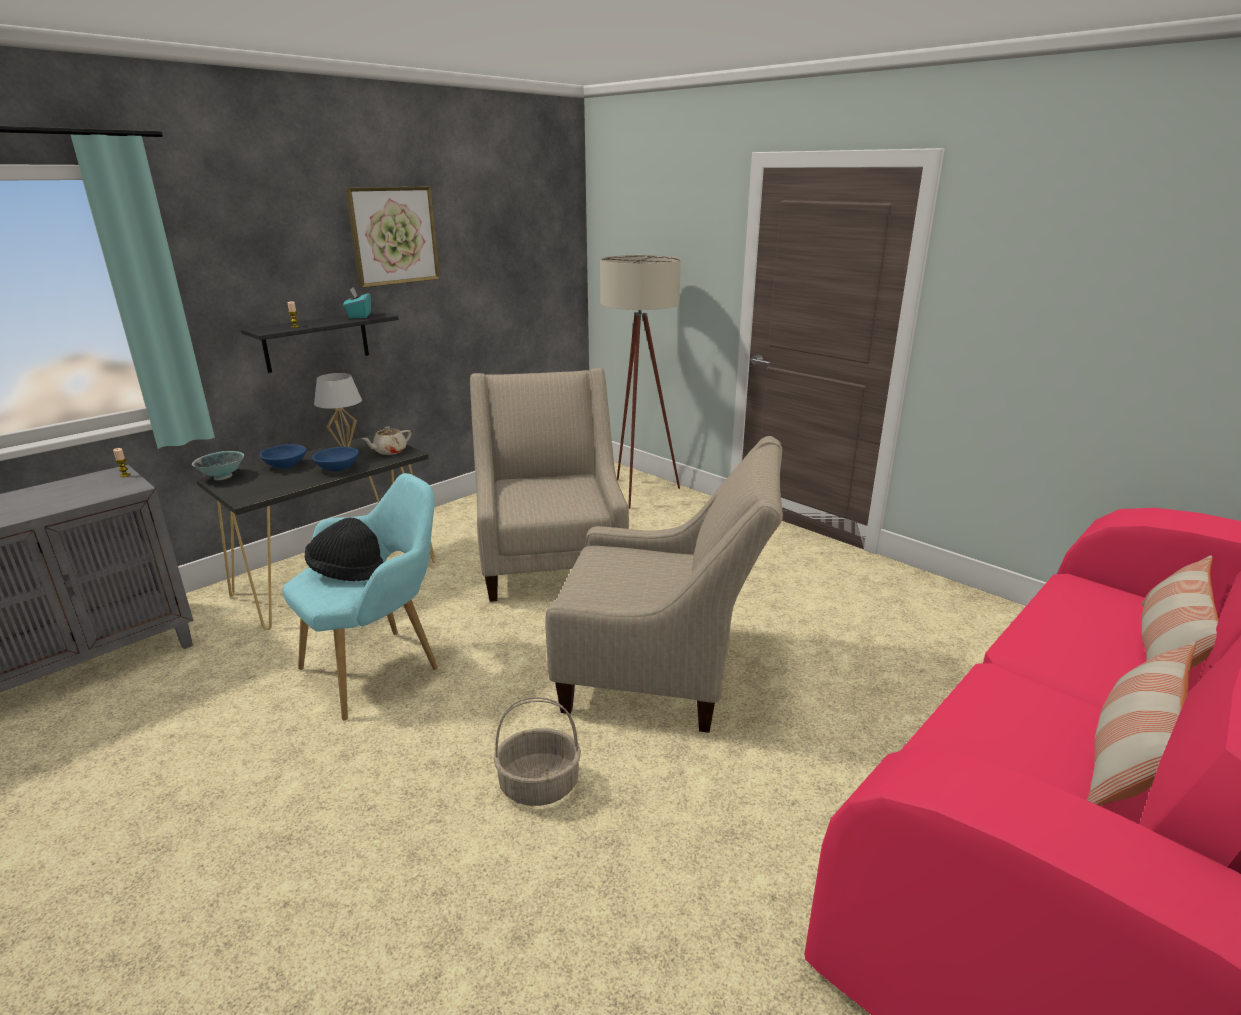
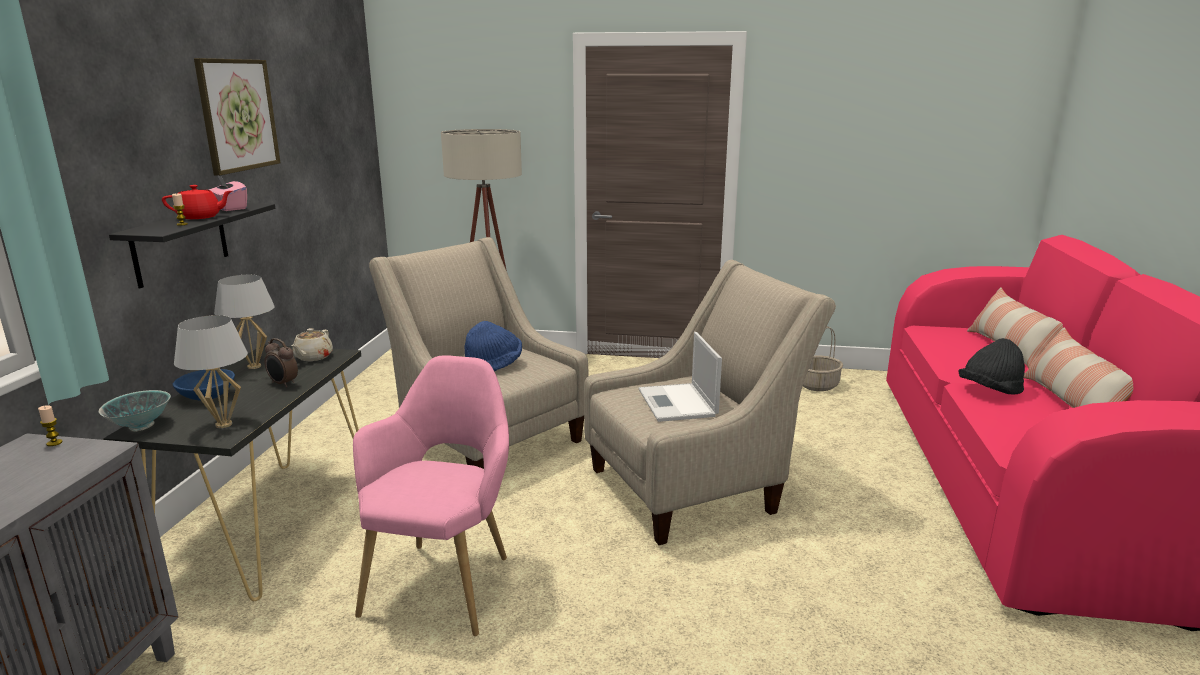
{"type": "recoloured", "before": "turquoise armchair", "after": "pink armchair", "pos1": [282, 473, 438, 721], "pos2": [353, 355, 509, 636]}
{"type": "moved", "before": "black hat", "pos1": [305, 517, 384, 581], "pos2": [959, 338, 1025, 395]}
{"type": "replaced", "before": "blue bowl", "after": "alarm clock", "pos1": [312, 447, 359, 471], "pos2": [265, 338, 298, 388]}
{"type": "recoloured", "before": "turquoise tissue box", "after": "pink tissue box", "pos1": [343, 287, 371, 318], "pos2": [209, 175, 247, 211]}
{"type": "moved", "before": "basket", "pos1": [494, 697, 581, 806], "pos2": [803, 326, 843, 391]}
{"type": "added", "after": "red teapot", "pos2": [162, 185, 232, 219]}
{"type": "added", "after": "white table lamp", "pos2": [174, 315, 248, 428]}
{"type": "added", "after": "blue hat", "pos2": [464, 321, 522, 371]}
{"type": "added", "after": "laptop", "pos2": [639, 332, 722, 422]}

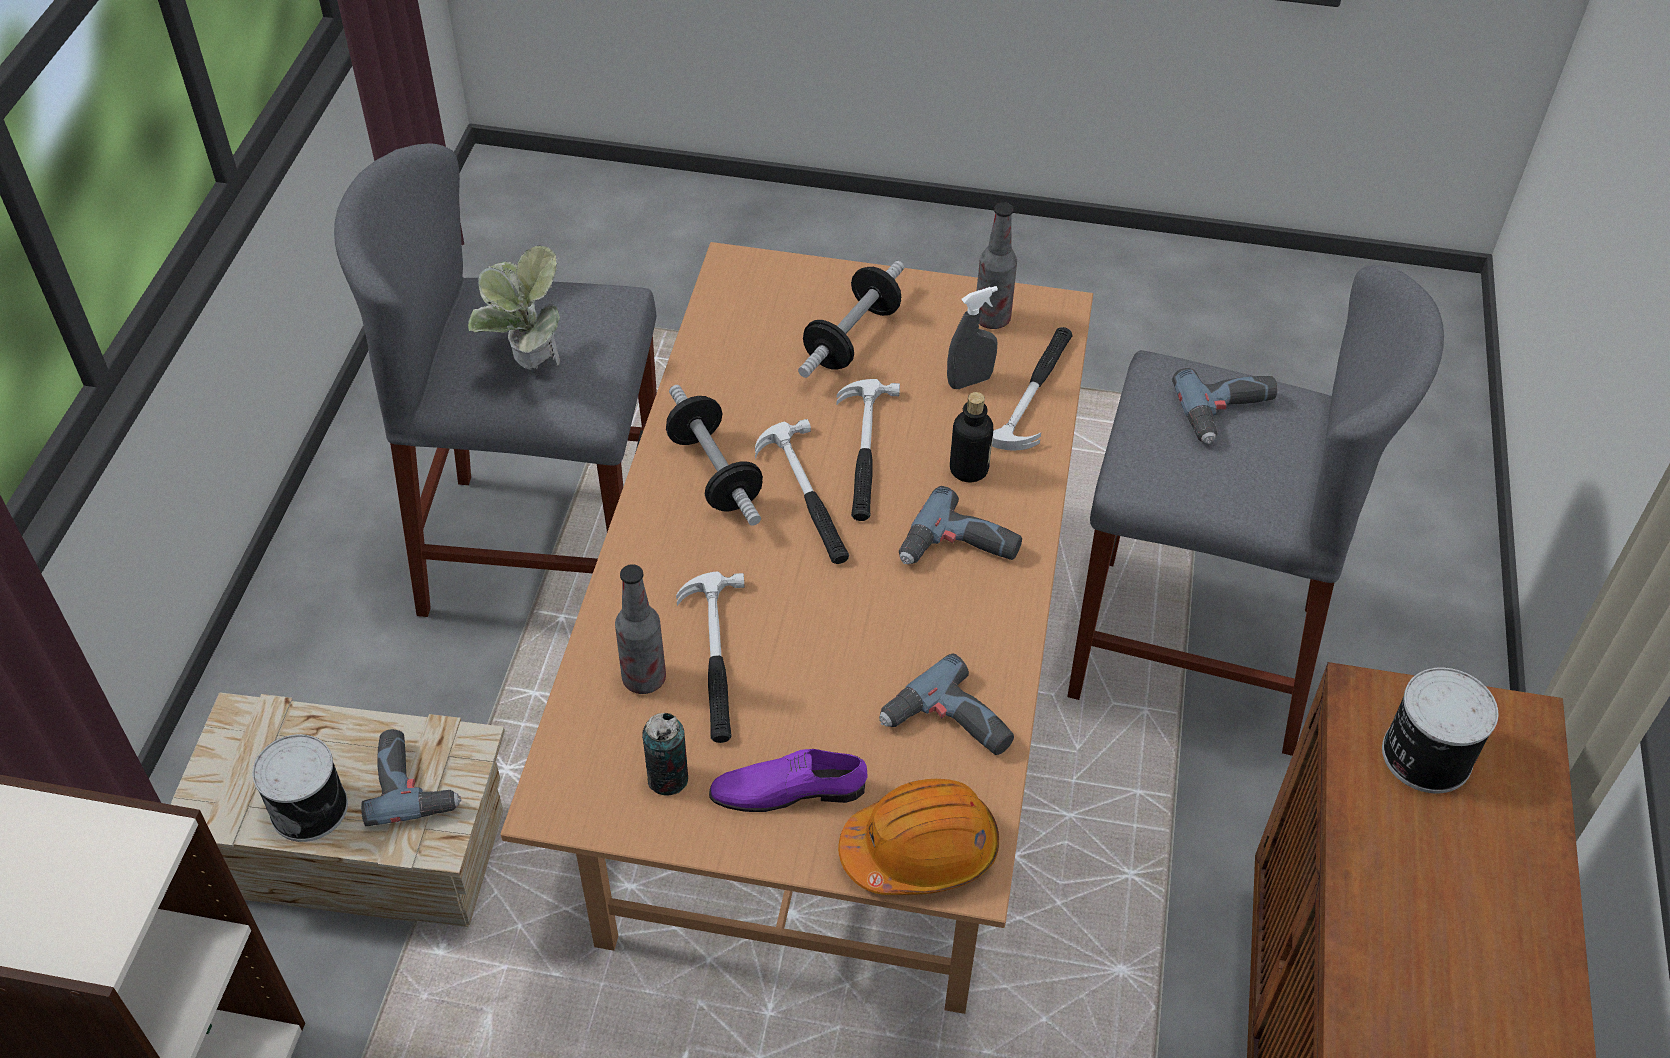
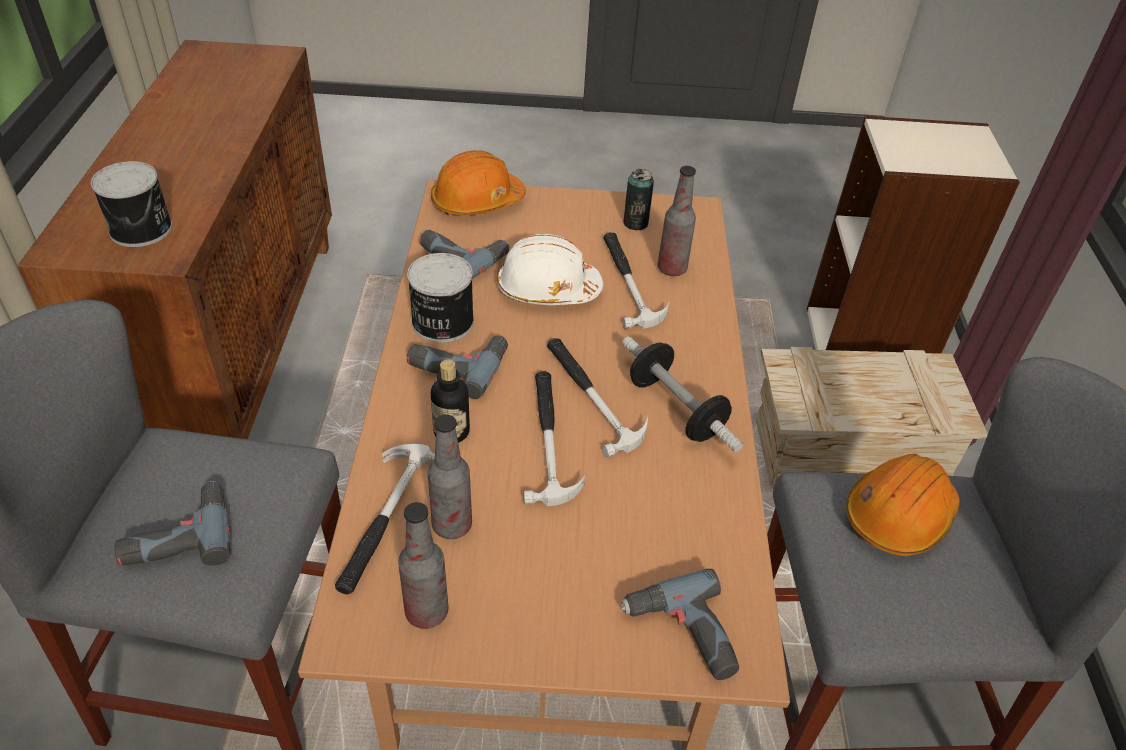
{"type": "moved", "before": "can", "pos1": [252, 734, 348, 842], "pos2": [407, 253, 474, 343]}
{"type": "moved", "before": "power drill", "pos1": [361, 729, 461, 826], "pos2": [620, 569, 739, 680]}
{"type": "replaced", "before": "potted plant", "after": "orange hard hat", "pos1": [468, 246, 560, 370], "pos2": [846, 454, 959, 556]}
{"type": "removed", "before": "purple shoe", "pos1": [709, 749, 868, 812]}
{"type": "removed", "before": "dumbbell", "pos1": [798, 261, 904, 378]}
{"type": "replaced", "before": "grey spray bottle", "after": "bottle", "pos1": [947, 286, 998, 389], "pos2": [428, 414, 472, 539]}
{"type": "added", "after": "white hard hat", "pos2": [497, 234, 603, 305]}

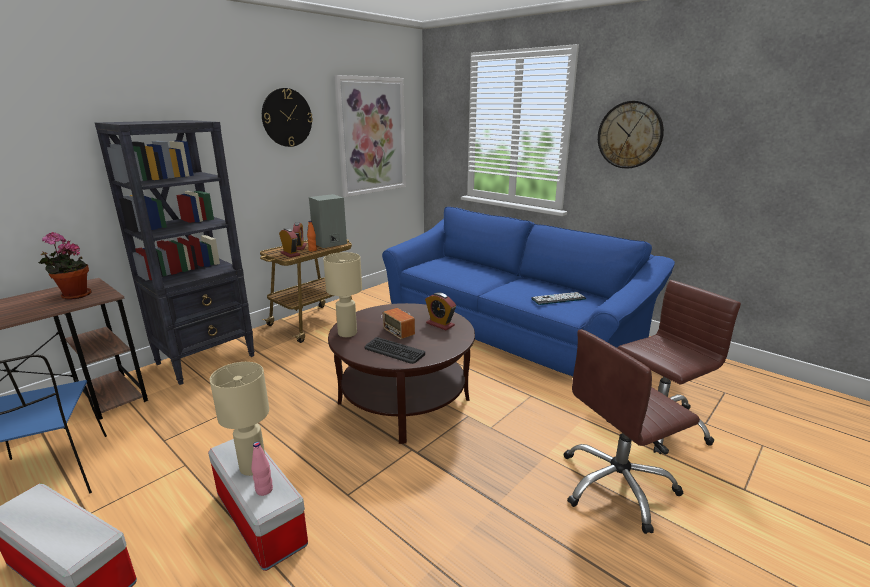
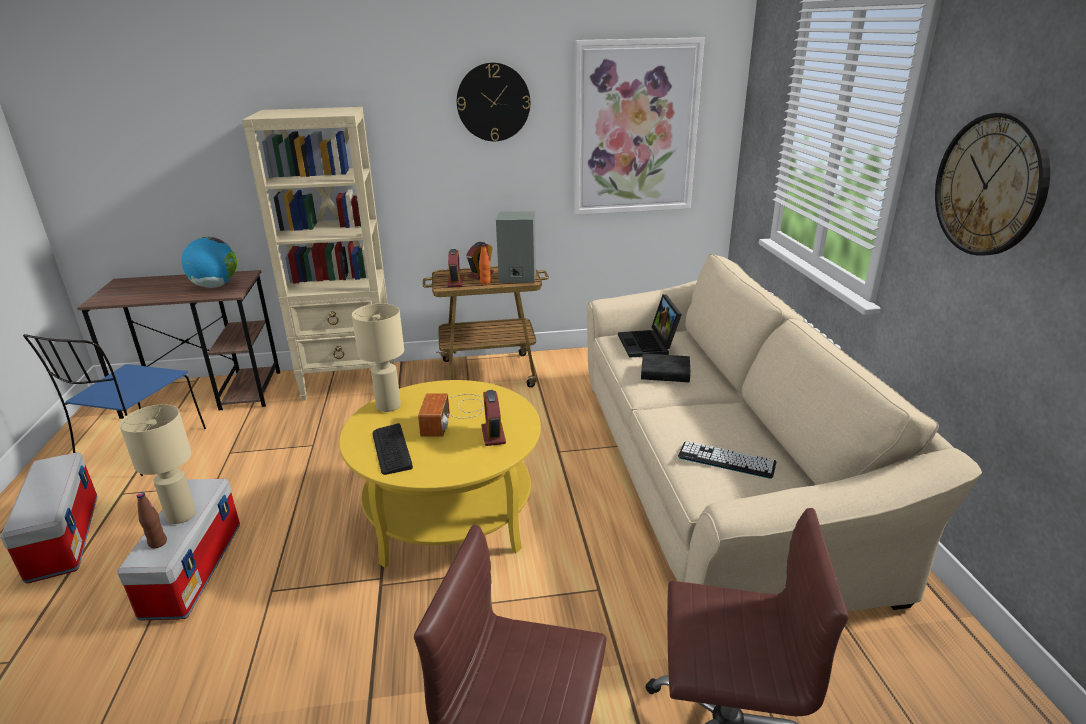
{"type": "replaced", "before": "potted plant", "after": "globe", "pos1": [38, 232, 92, 300], "pos2": [181, 237, 237, 288]}
{"type": "recoloured", "before": "black bookcase", "after": "beige bookcase", "pos1": [95, 120, 255, 385], "pos2": [242, 107, 394, 401]}
{"type": "recoloured", "before": "pink bottle", "after": "brown bottle", "pos1": [251, 442, 273, 496], "pos2": [137, 492, 167, 549]}
{"type": "recoloured", "before": "brown coffee table", "after": "yellow coffee table", "pos1": [328, 303, 475, 444], "pos2": [339, 380, 541, 568]}
{"type": "recoloured", "before": "blue sofa", "after": "beige sofa", "pos1": [382, 207, 675, 376], "pos2": [587, 254, 982, 611]}
{"type": "added", "after": "laptop", "pos2": [618, 294, 682, 358]}
{"type": "added", "after": "black book", "pos2": [641, 354, 690, 382]}

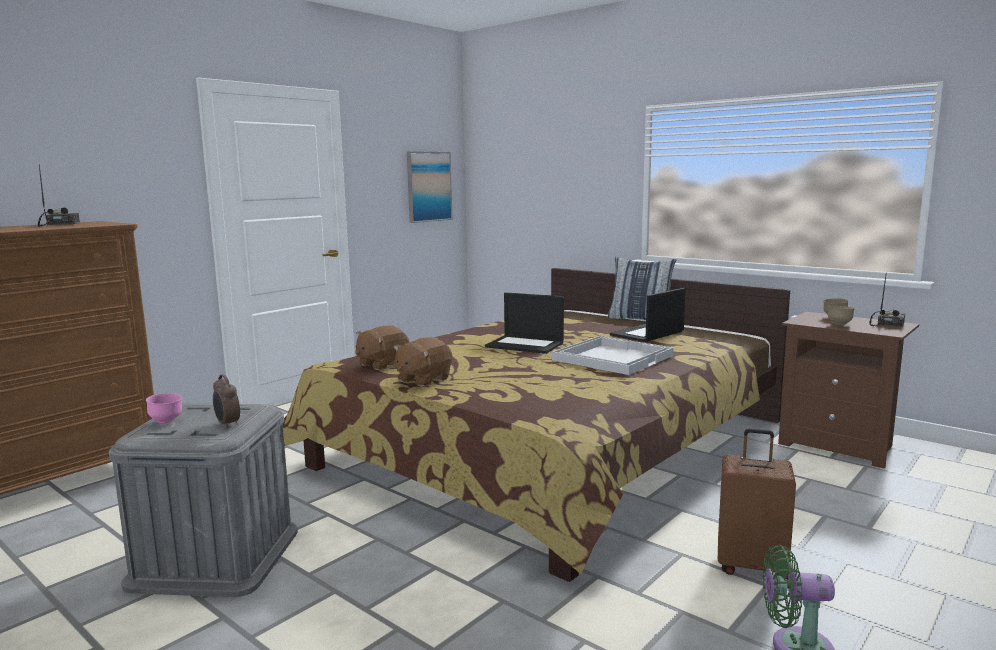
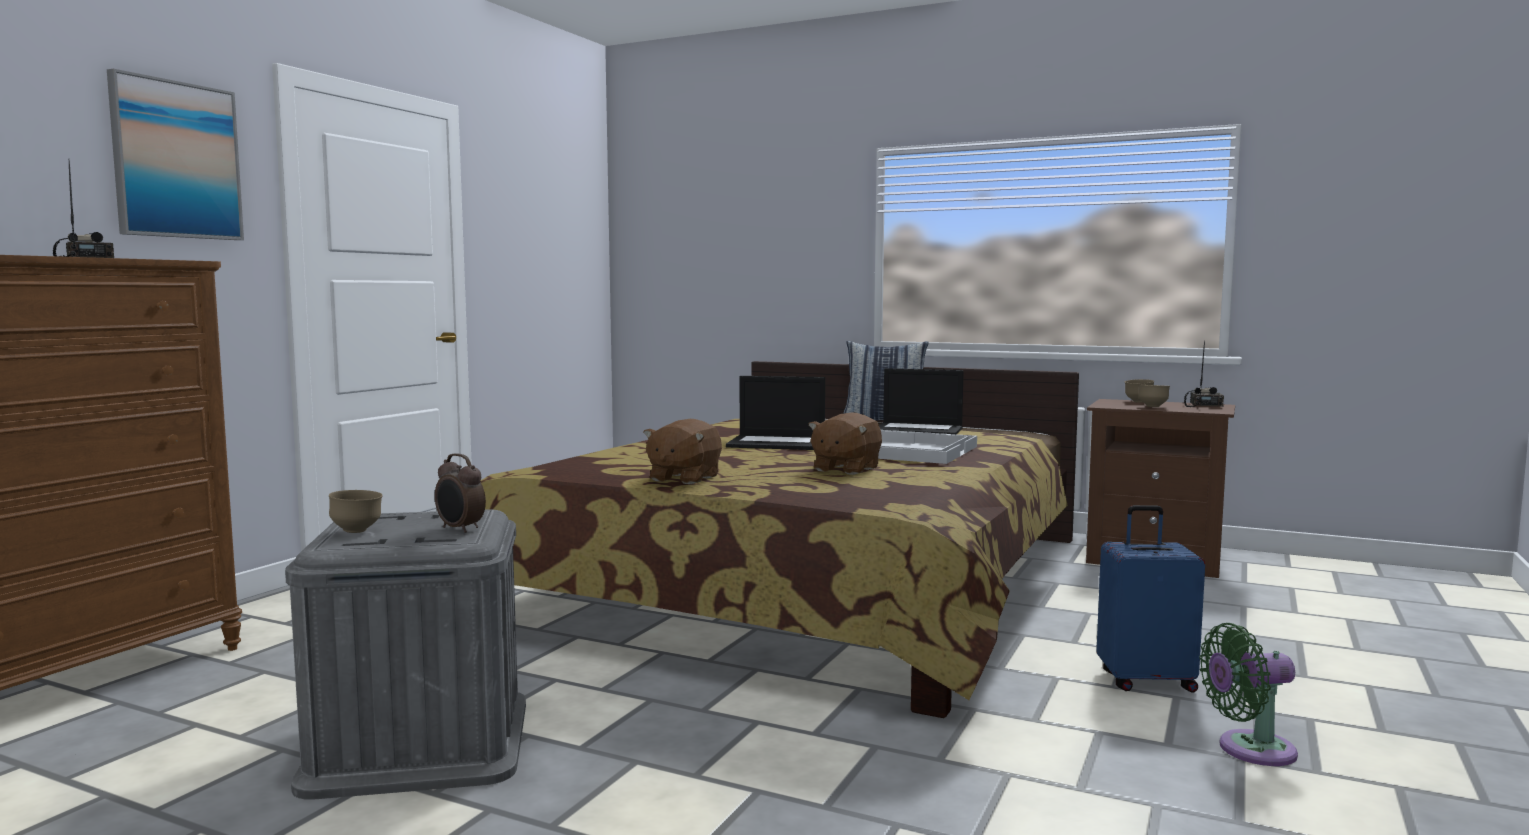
{"type": "recoloured", "before": "pink bowl", "after": "brown bowl", "pos1": [146, 393, 182, 423], "pos2": [329, 490, 383, 533]}
{"type": "moved", "before": "brown plush toy", "pos1": [356, 325, 410, 370], "pos2": [808, 412, 882, 475]}
{"type": "moved", "before": "picture", "pos1": [407, 151, 453, 223], "pos2": [107, 69, 244, 240]}
{"type": "turned", "before": "laptop", "pos1": [610, 288, 686, 342], "pos2": [879, 368, 964, 434], "turn": -105}
{"type": "recoloured", "before": "brown suitcase", "after": "blue suitcase", "pos1": [718, 428, 796, 580], "pos2": [1096, 505, 1205, 692]}

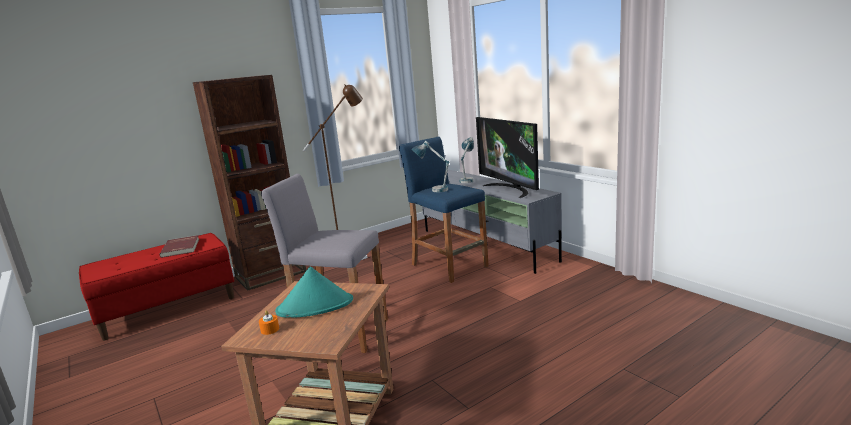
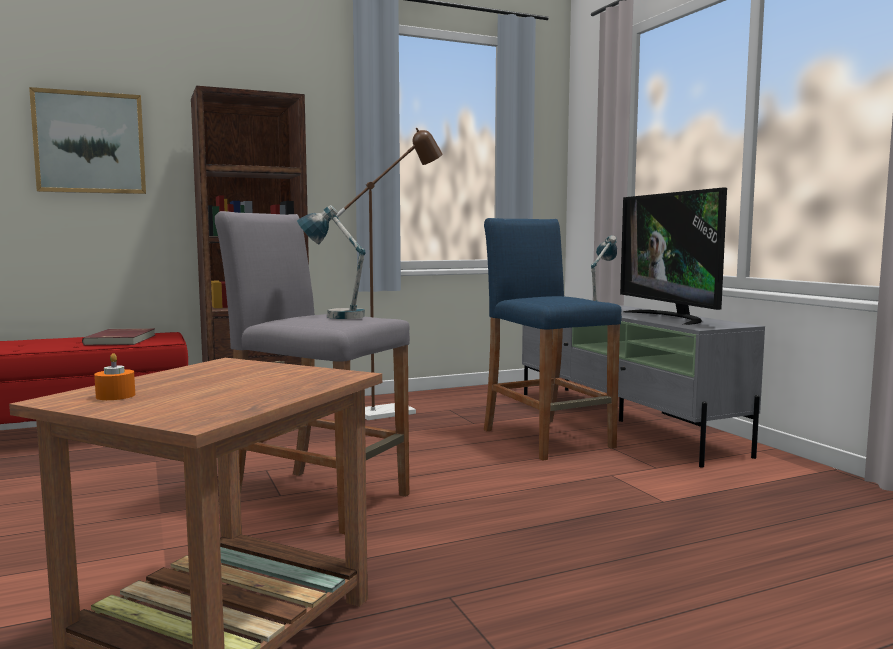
{"type": "removed", "before": "turquoise hat", "pos1": [275, 267, 353, 318]}
{"type": "moved", "before": "table lamp", "pos1": [412, 141, 449, 192], "pos2": [297, 205, 366, 319]}
{"type": "added", "after": "picture", "pos2": [29, 87, 146, 194]}

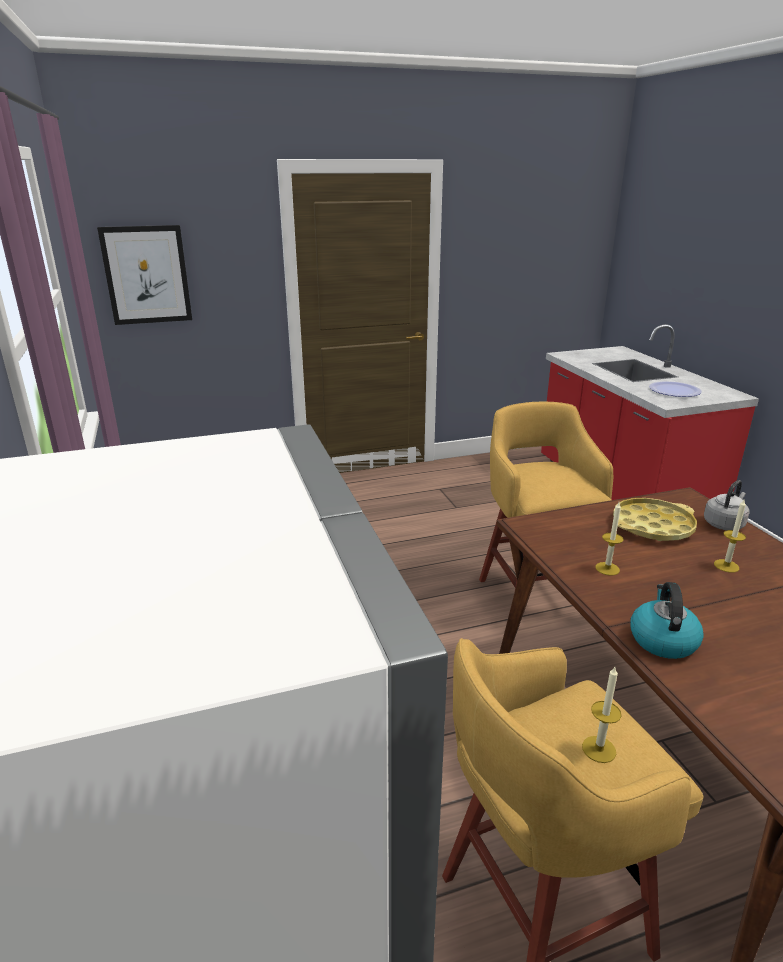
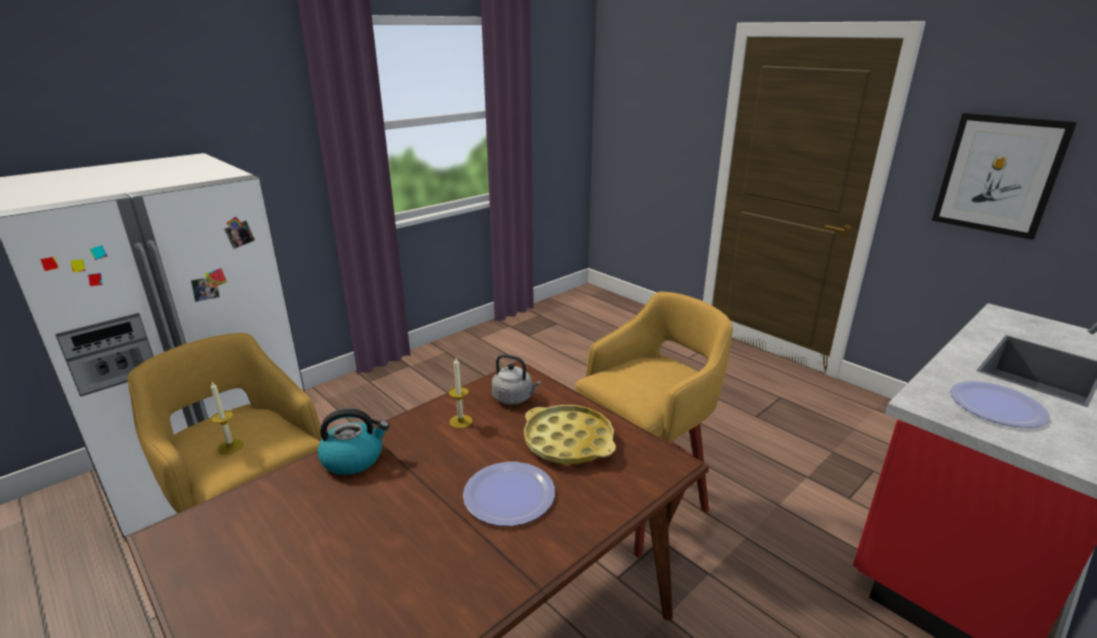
{"type": "moved", "before": "picture", "pos1": [97, 225, 192, 325], "pos2": [932, 113, 1077, 240]}
{"type": "moved", "before": "grey kettle", "pos1": [704, 480, 750, 530], "pos2": [492, 354, 541, 405]}
{"type": "replaced", "before": "candle", "after": "plate", "pos1": [714, 500, 746, 573], "pos2": [463, 462, 555, 526]}

